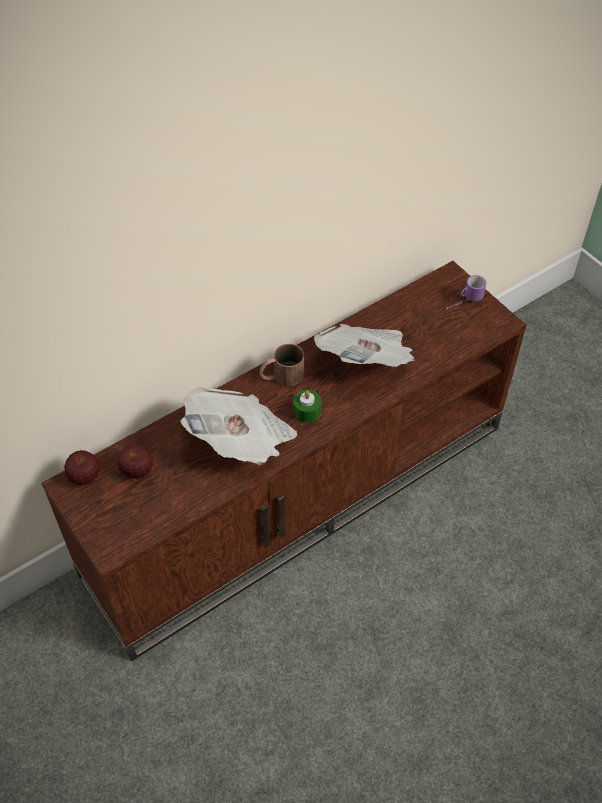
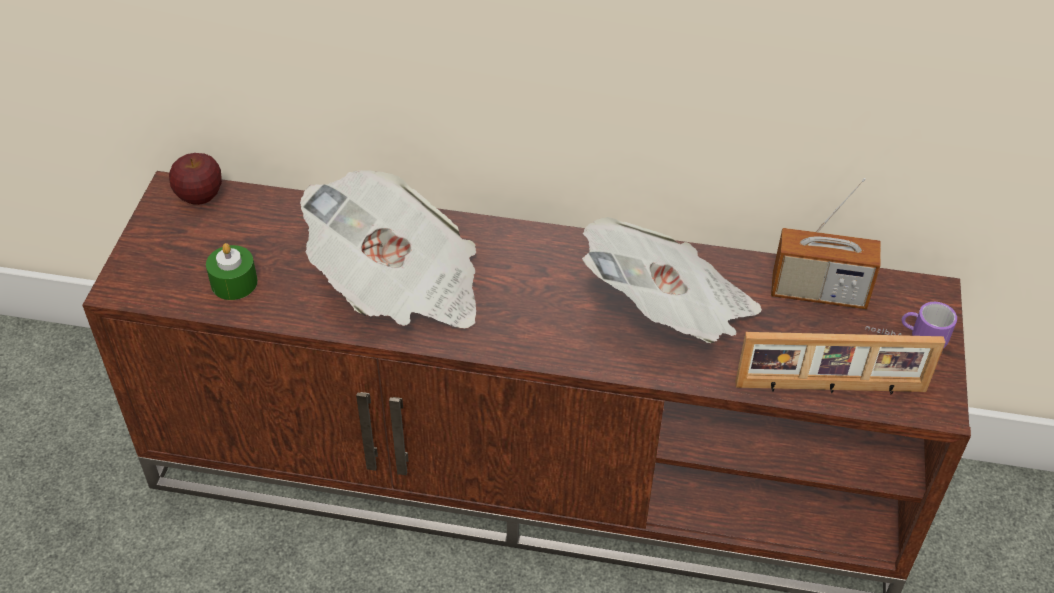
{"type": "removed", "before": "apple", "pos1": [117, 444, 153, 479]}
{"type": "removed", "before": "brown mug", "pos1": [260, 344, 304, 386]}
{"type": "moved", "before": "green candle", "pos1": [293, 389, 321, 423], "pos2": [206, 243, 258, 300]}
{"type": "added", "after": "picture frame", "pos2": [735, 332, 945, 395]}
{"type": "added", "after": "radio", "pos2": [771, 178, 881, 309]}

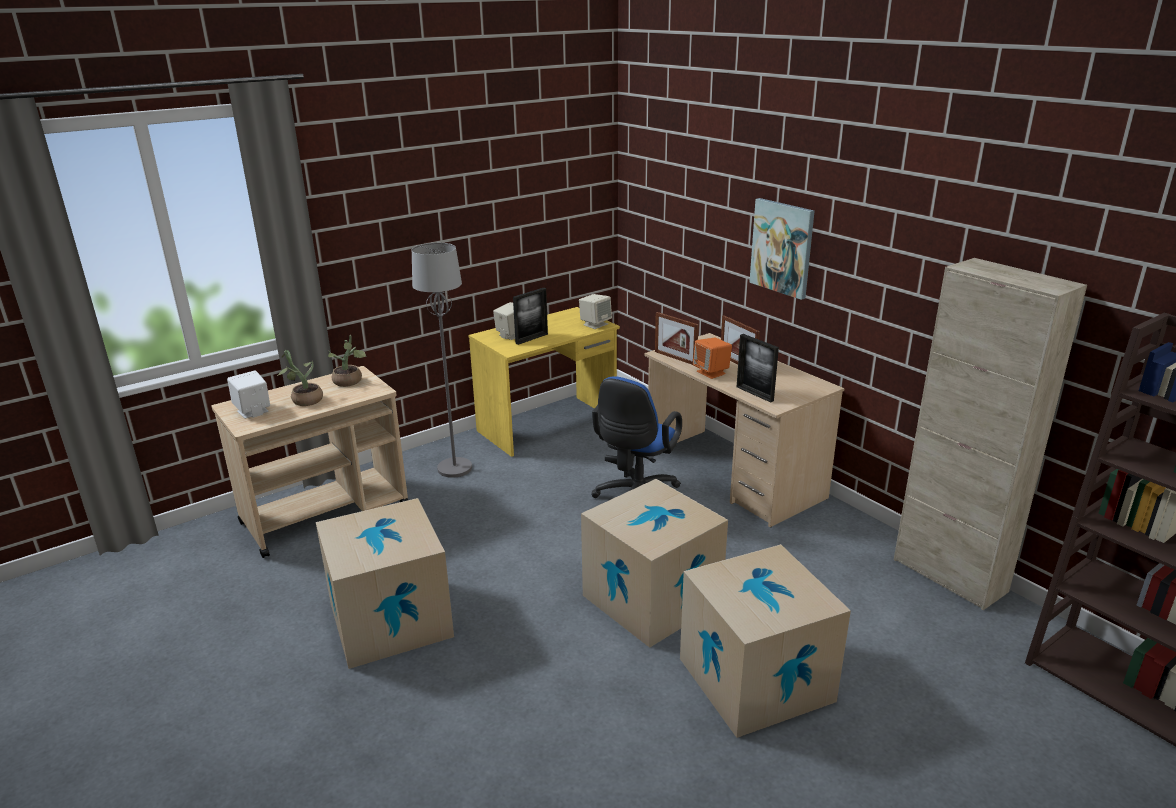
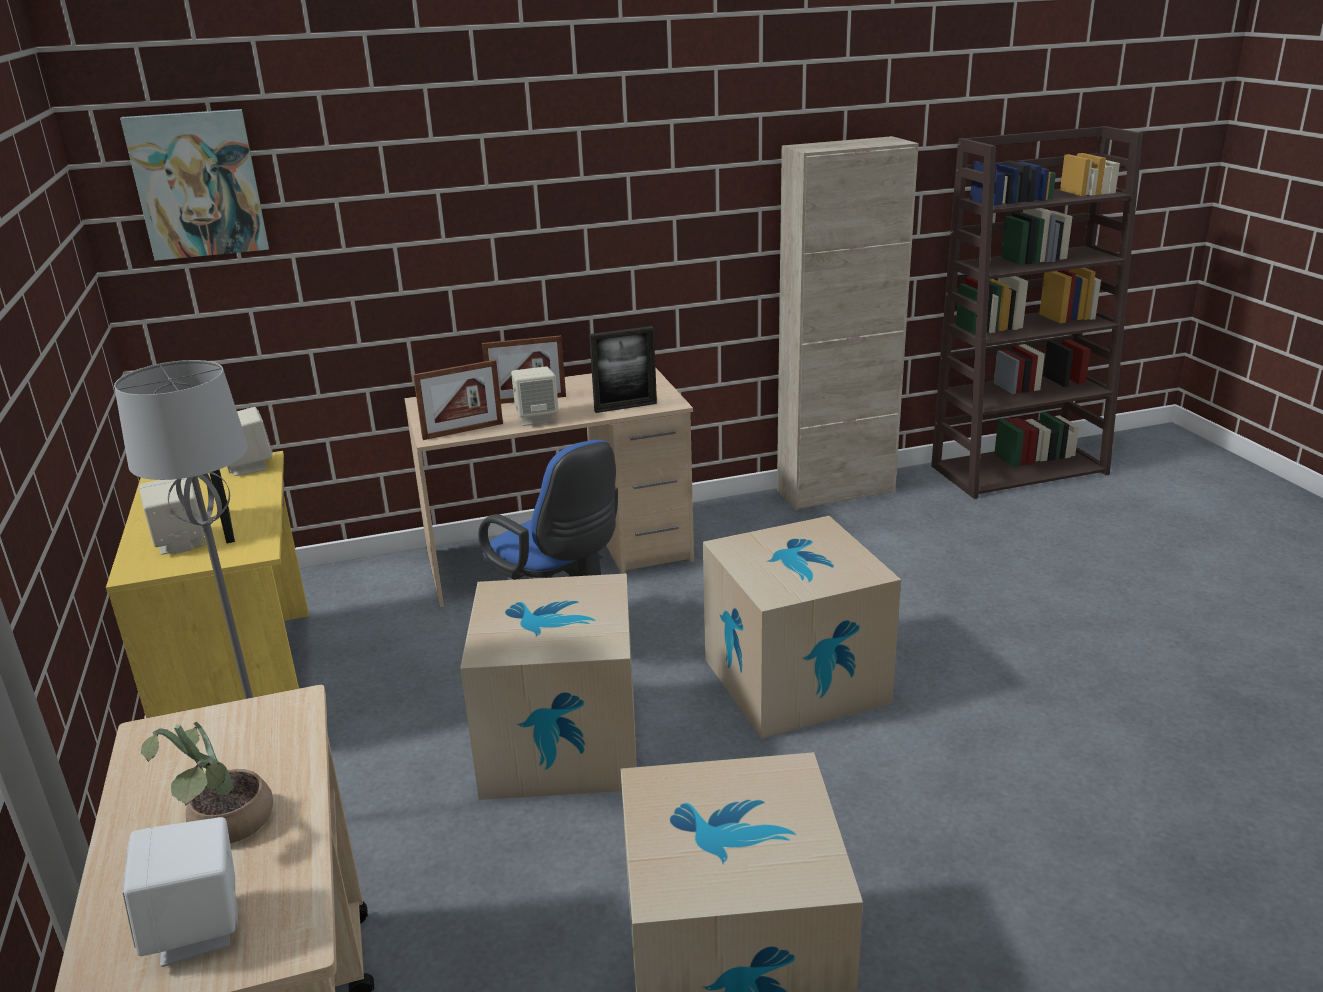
{"type": "removed", "before": "potted plant", "pos1": [328, 335, 367, 387]}
{"type": "moved", "before": "cardboard box", "pos1": [680, 544, 851, 738], "pos2": [460, 573, 637, 800]}
{"type": "recoloured", "before": "orange speaker", "after": "beige speaker", "pos1": [693, 338, 732, 379], "pos2": [511, 366, 559, 426]}
{"type": "moved", "before": "picture", "pos1": [749, 198, 815, 300], "pos2": [120, 109, 269, 261]}

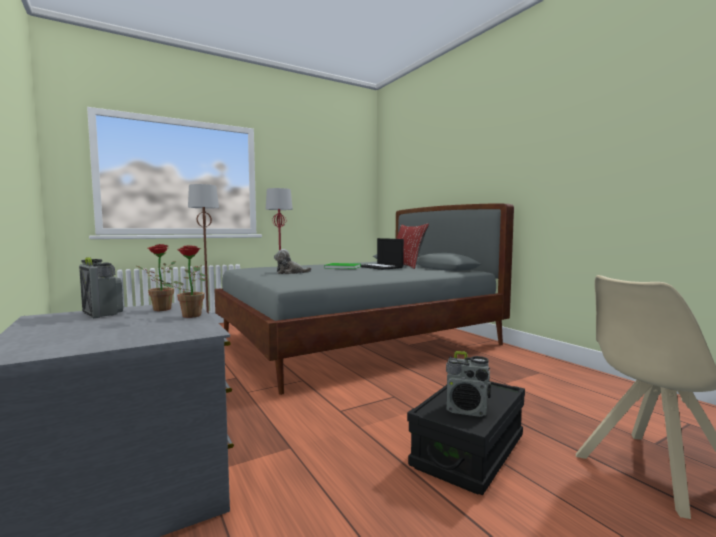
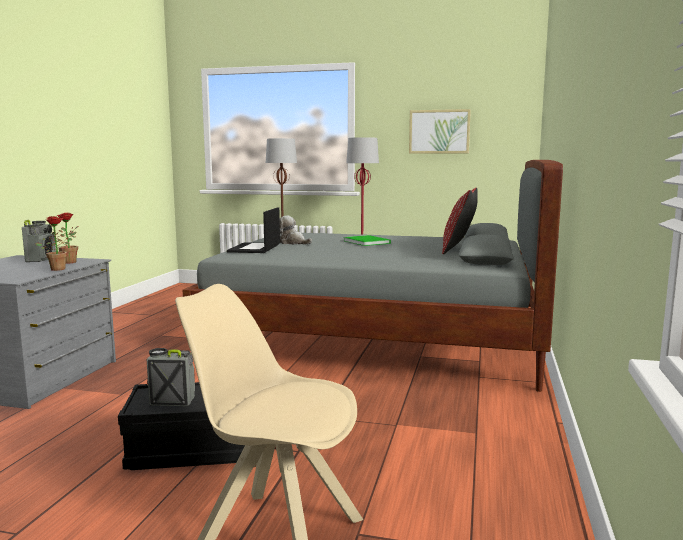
{"type": "moved", "before": "laptop", "pos1": [361, 238, 404, 270], "pos2": [227, 207, 280, 253]}
{"type": "turned", "before": "radio", "pos1": [446, 351, 491, 417], "pos2": [146, 348, 195, 406], "turn": 120}
{"type": "added", "after": "picture", "pos2": [409, 109, 471, 154]}

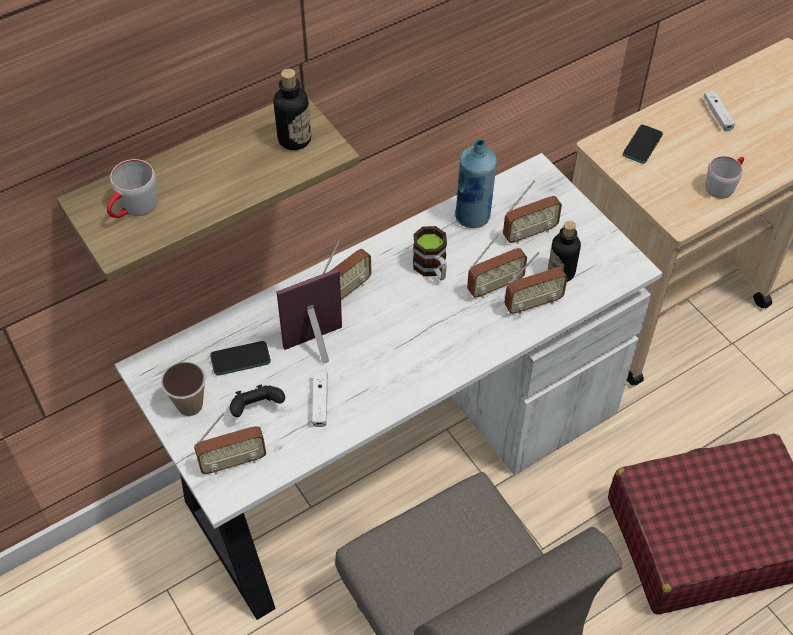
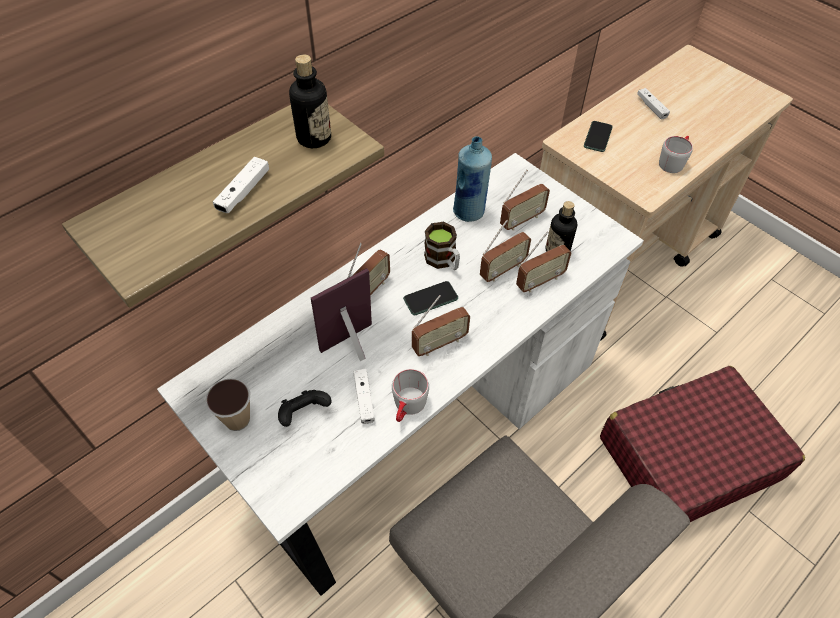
{"type": "moved", "before": "grey mug", "pos1": [107, 159, 158, 218], "pos2": [392, 369, 429, 422]}
{"type": "moved", "before": "radio", "pos1": [194, 413, 266, 475], "pos2": [412, 295, 470, 356]}
{"type": "moved", "before": "phone", "pos1": [210, 341, 271, 375], "pos2": [403, 281, 458, 315]}
{"type": "added", "after": "white game controller", "pos2": [213, 157, 269, 213]}

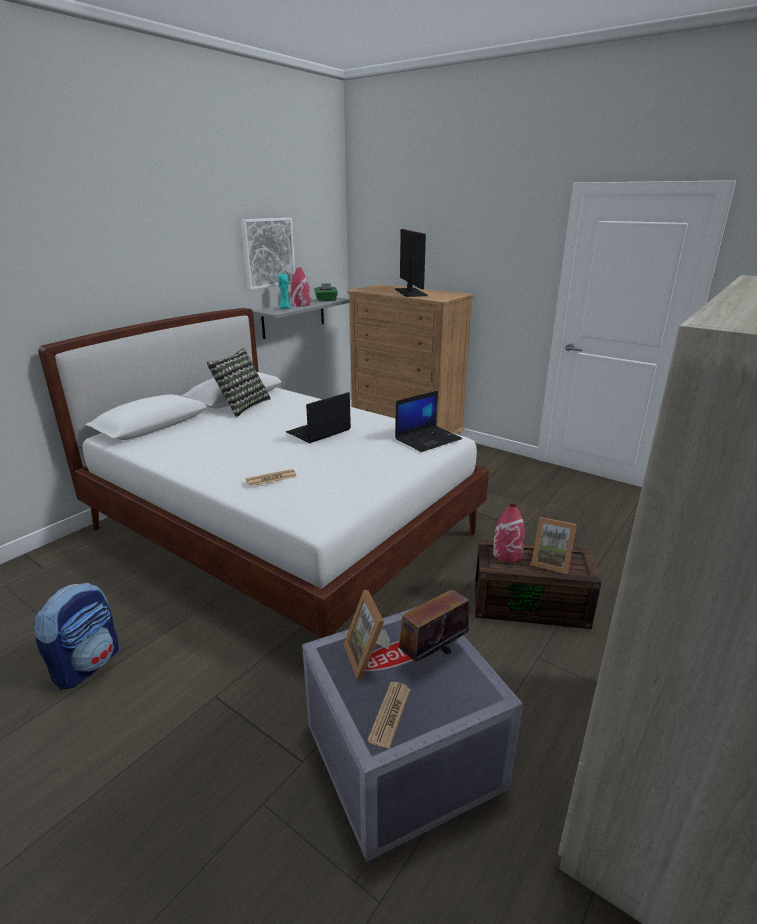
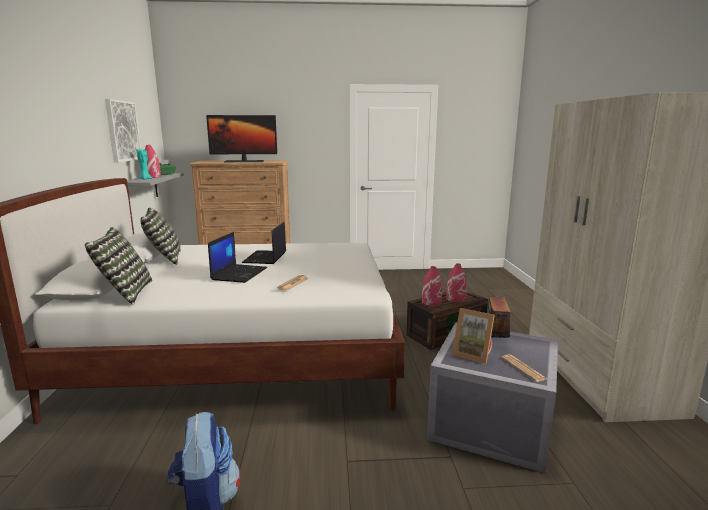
{"type": "turned", "before": "monitor", "pos1": [395, 229, 428, 297], "pos2": [206, 115, 277, 162], "turn": 135}
{"type": "moved", "before": "laptop", "pos1": [395, 391, 462, 452], "pos2": [208, 232, 267, 283]}
{"type": "replaced", "before": "picture frame", "after": "red vase", "pos1": [531, 517, 577, 574], "pos2": [446, 263, 466, 302]}
{"type": "added", "after": "pillow", "pos2": [85, 227, 152, 305]}

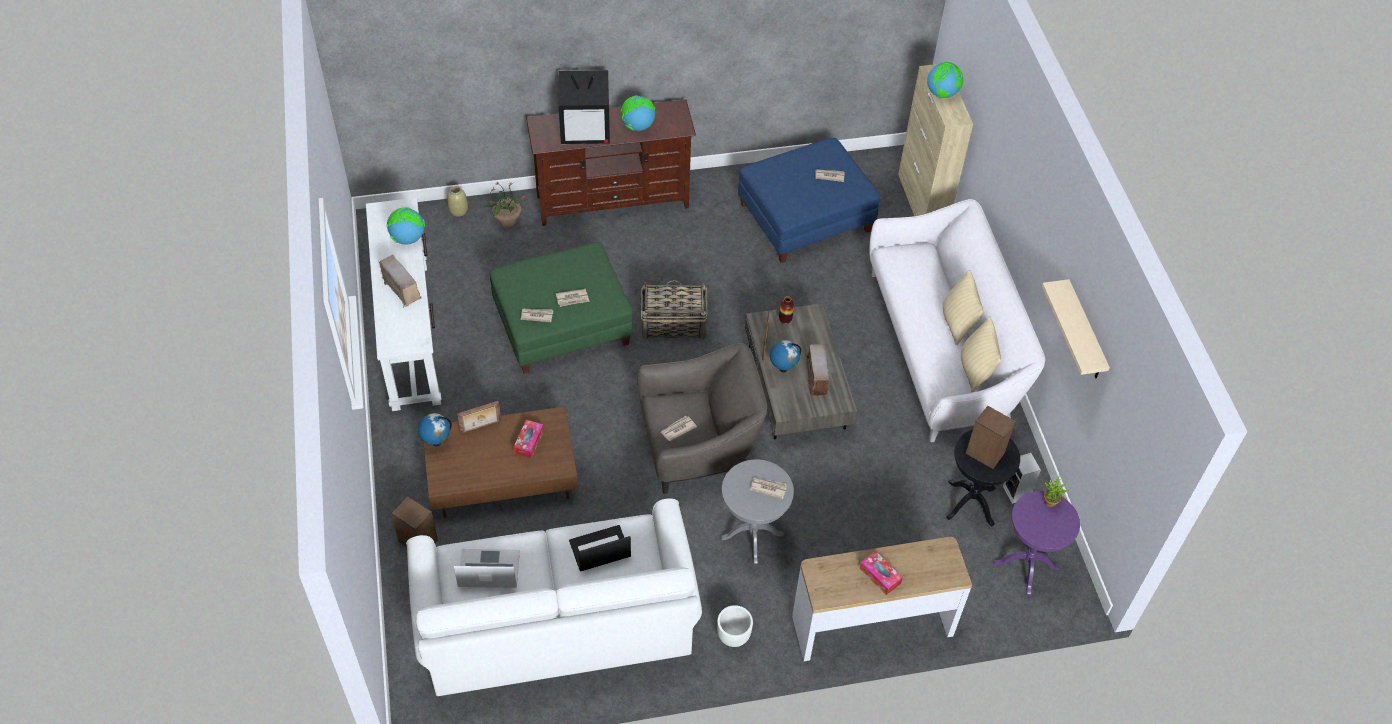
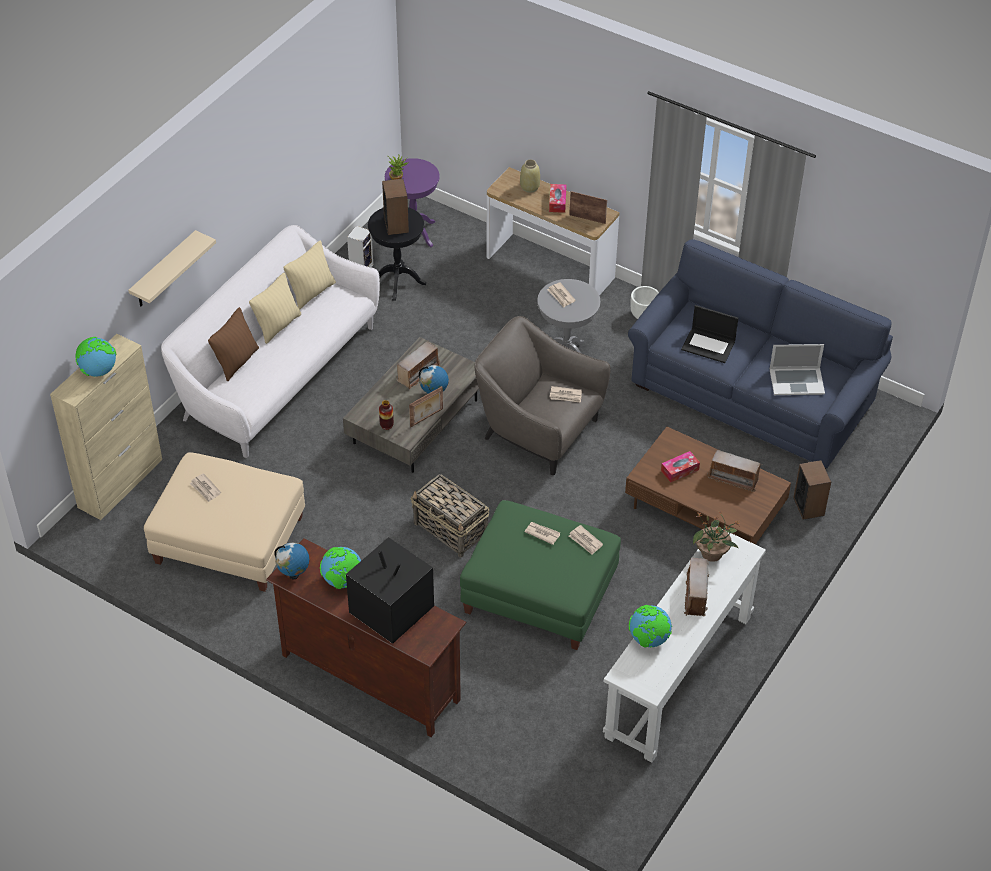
{"type": "recoloured", "before": "white sofa", "after": "blue sofa", "pos1": [406, 498, 702, 696], "pos2": [628, 239, 893, 469]}
{"type": "moved", "before": "globe", "pos1": [418, 413, 452, 447], "pos2": [274, 543, 309, 579]}
{"type": "moved", "before": "beige vase", "pos1": [447, 186, 468, 217], "pos2": [520, 159, 540, 193]}
{"type": "turned", "before": "laptop", "pos1": [454, 549, 520, 588], "pos2": [769, 344, 825, 395], "turn": -45}
{"type": "moved", "before": "picture frame", "pos1": [457, 401, 501, 434], "pos2": [569, 191, 607, 224]}
{"type": "moved", "before": "potted plant", "pos1": [484, 183, 524, 227], "pos2": [693, 511, 740, 562]}
{"type": "recoloured", "before": "blue ottoman", "after": "beige ottoman", "pos1": [738, 138, 880, 263], "pos2": [144, 452, 305, 592]}
{"type": "moved", "before": "beige shelf", "pos1": [1042, 279, 1110, 378], "pos2": [128, 230, 216, 306]}
{"type": "added", "after": "brown pillow", "pos2": [208, 307, 259, 381]}
{"type": "added", "after": "radio", "pos2": [707, 450, 763, 492]}

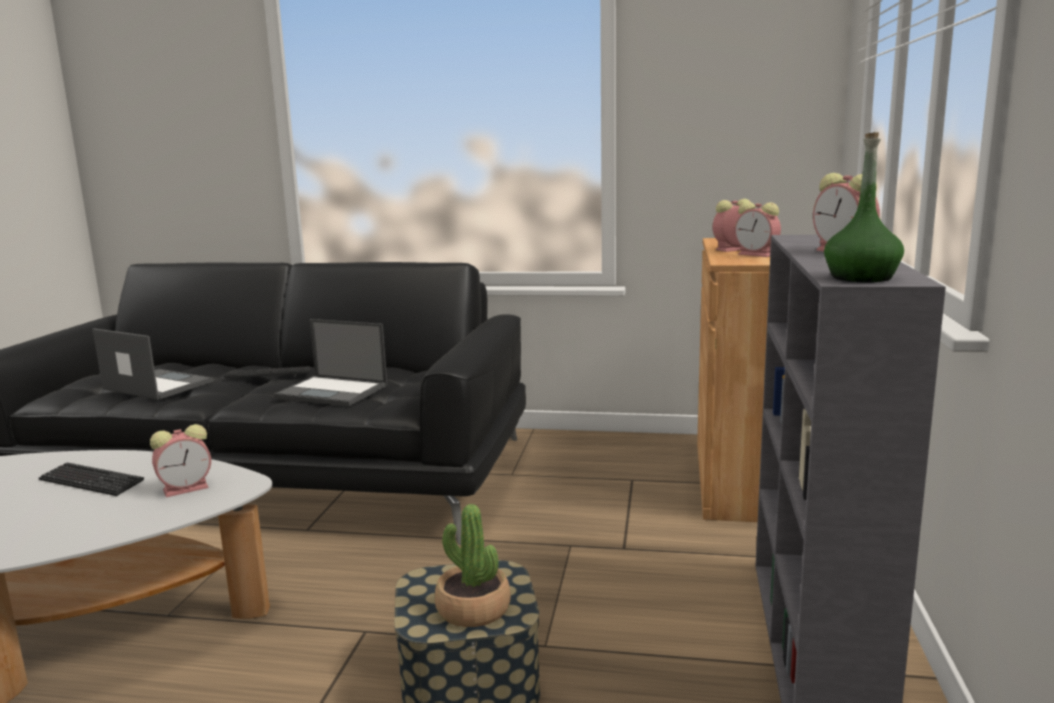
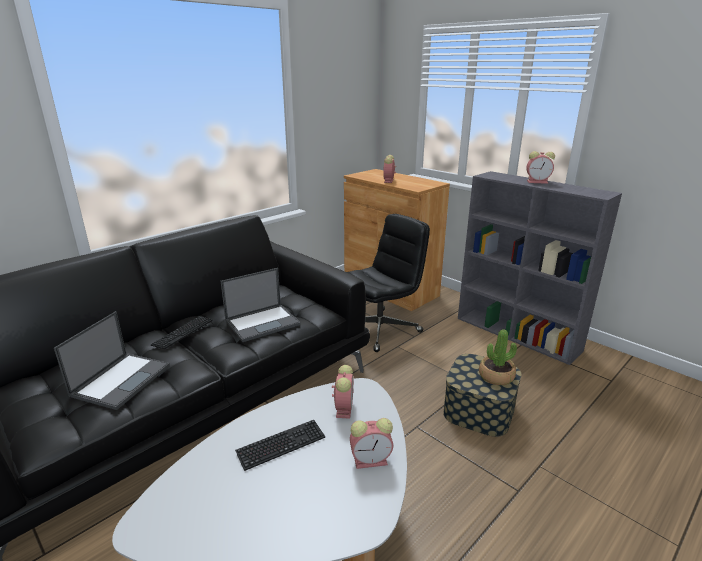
{"type": "turned", "before": "laptop", "pos1": [93, 328, 214, 400], "pos2": [54, 311, 170, 410], "turn": 135}
{"type": "moved", "before": "alarm clock", "pos1": [735, 202, 781, 257], "pos2": [350, 418, 393, 469]}
{"type": "removed", "before": "green bottle", "pos1": [824, 132, 904, 282]}
{"type": "added", "after": "black office chair", "pos2": [347, 214, 430, 352]}

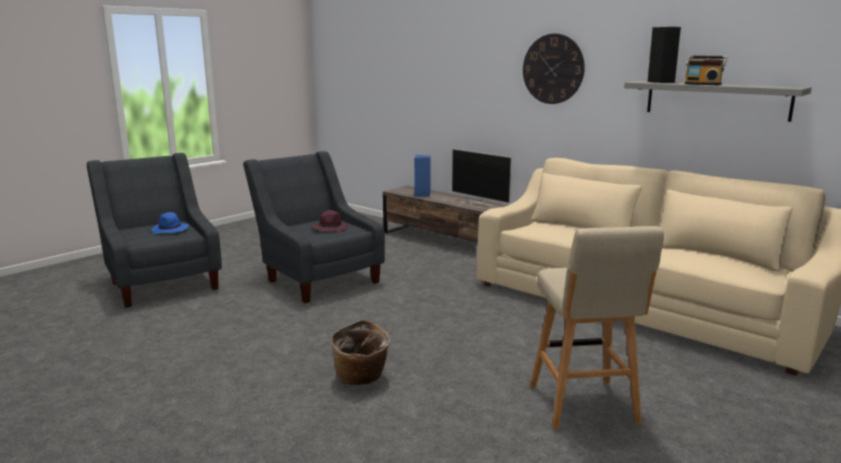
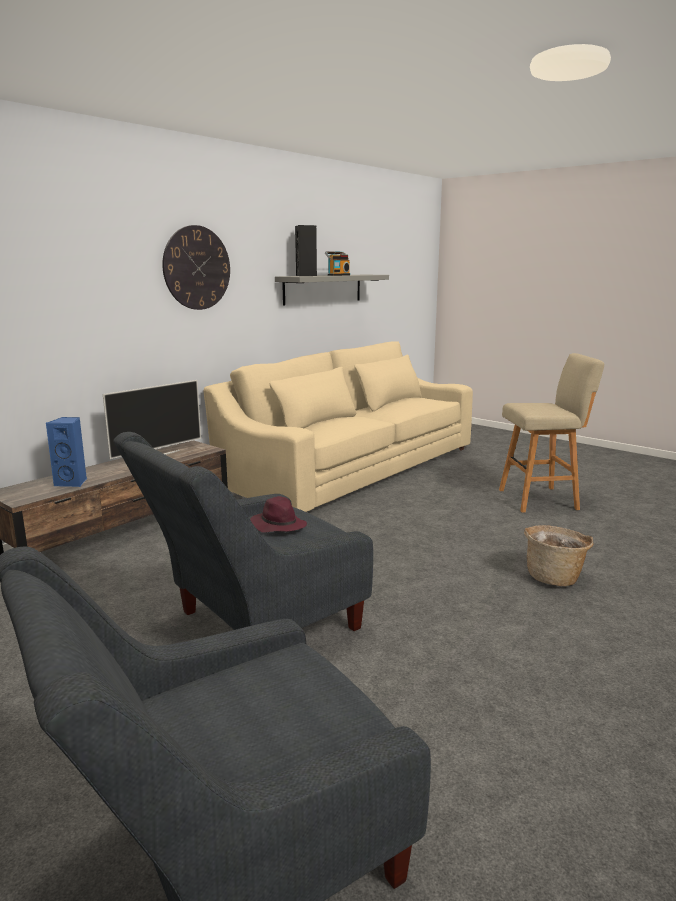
{"type": "removed", "before": "blue hat", "pos1": [152, 212, 189, 234]}

